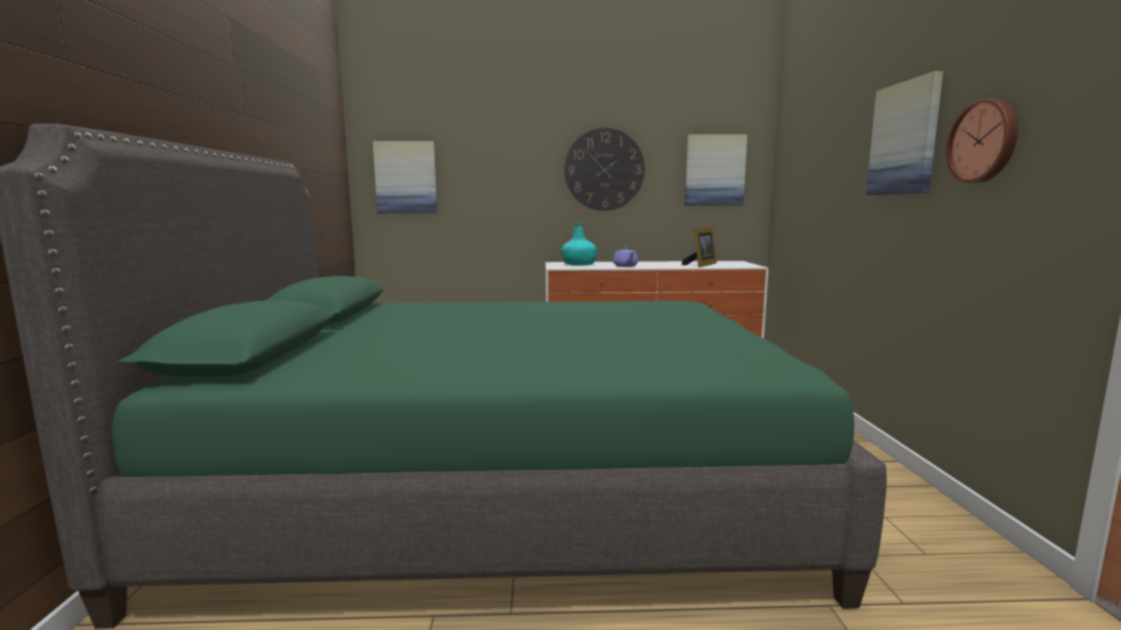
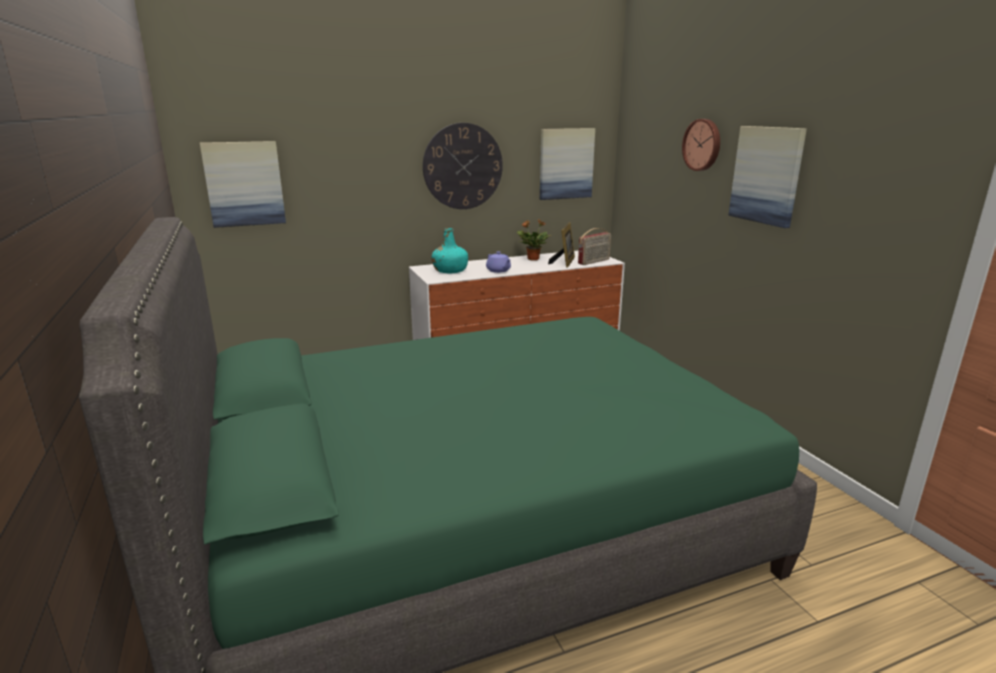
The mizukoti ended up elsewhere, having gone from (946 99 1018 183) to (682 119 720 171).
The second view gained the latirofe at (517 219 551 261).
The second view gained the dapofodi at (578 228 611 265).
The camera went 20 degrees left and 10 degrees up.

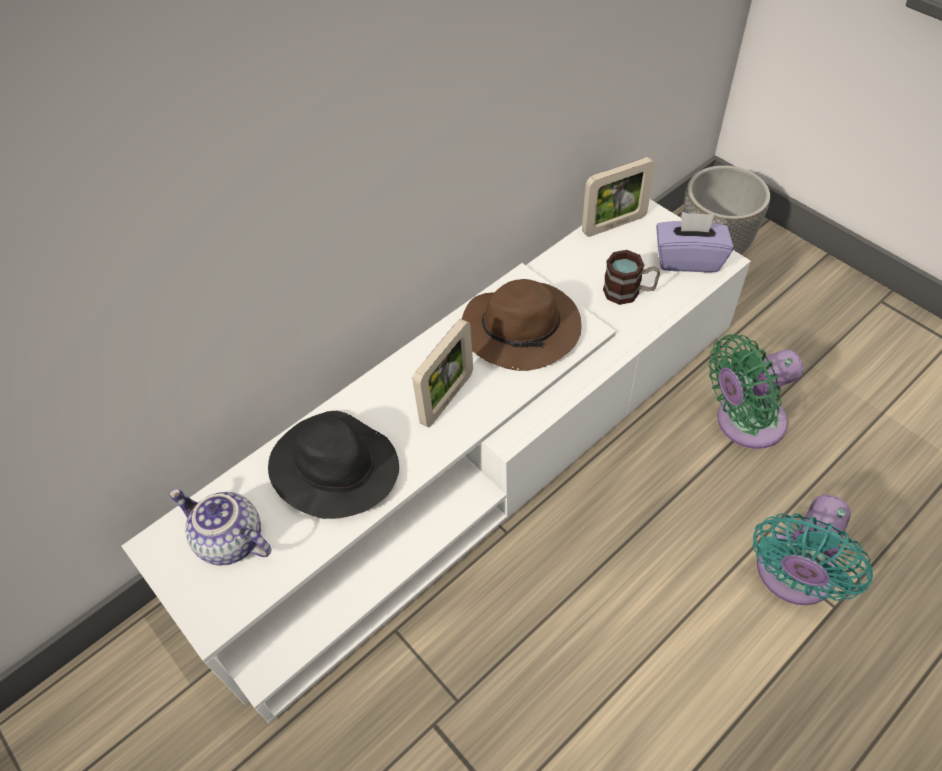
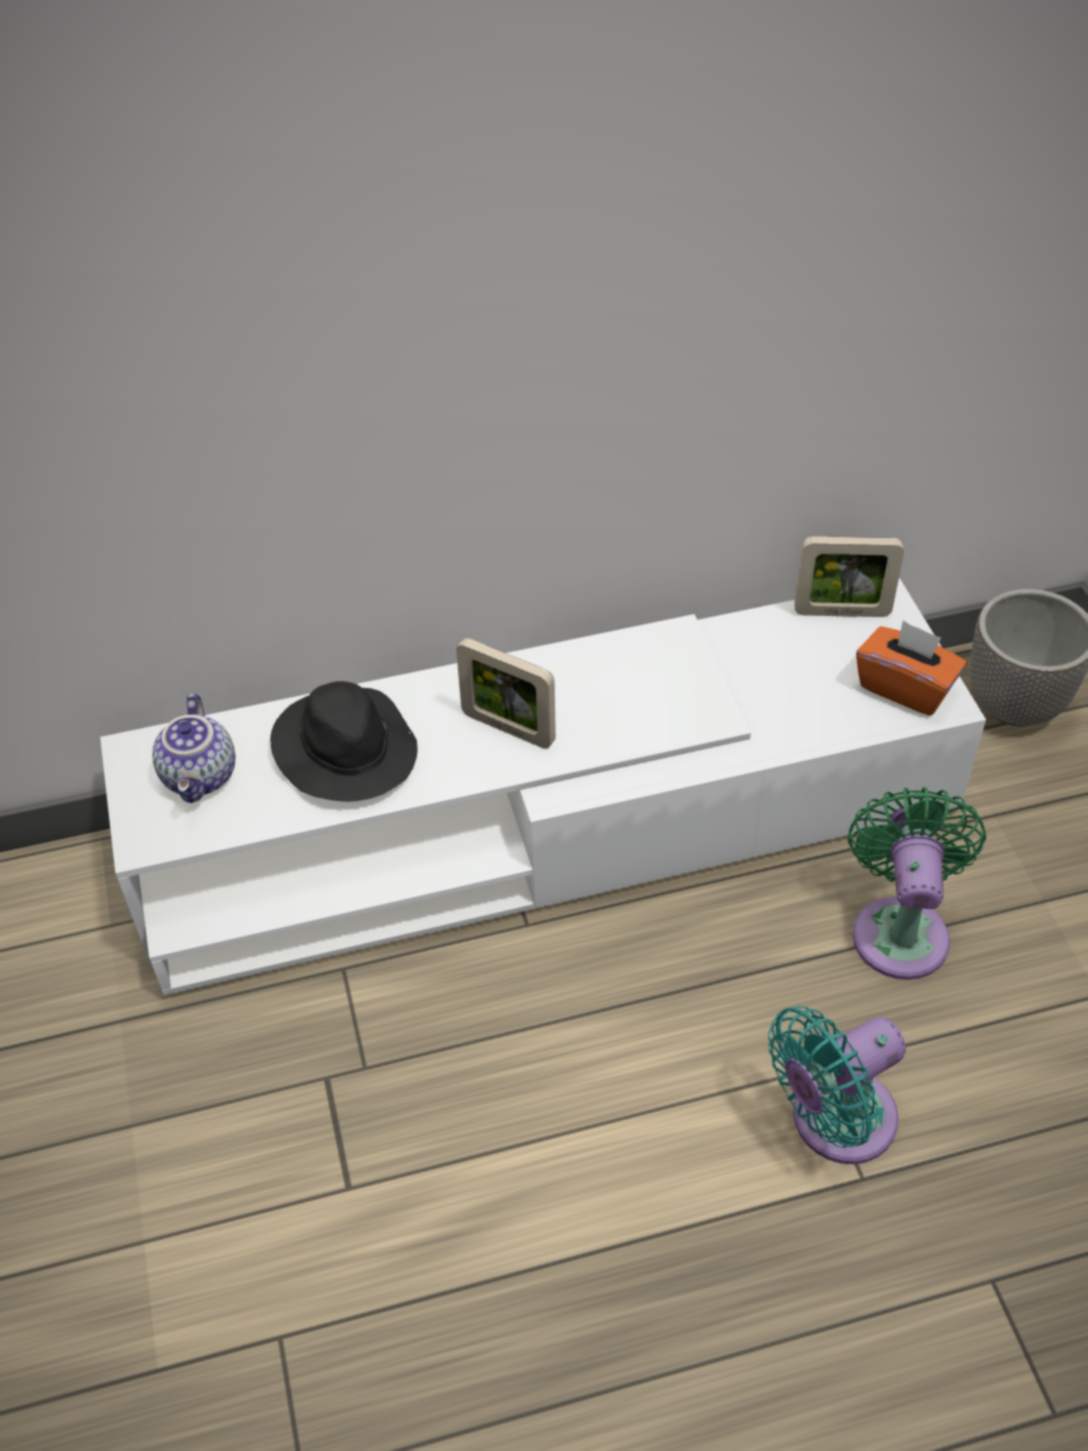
What was the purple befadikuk at (656 212 734 273) turned into the orange befadikuk at (856 620 967 716).
The second view lost the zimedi at (603 250 660 305).
The second view lost the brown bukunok at (462 279 581 371).
The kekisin at (412 319 473 427) ended up facing another way, 60 degrees clockwise from before.
The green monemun at (709 334 803 449) ended up facing another way, 90 degrees clockwise from before.
The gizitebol at (169 489 272 565) ended up facing another way, 150 degrees counterclockwise from before.
The camera went 25 degrees right and 5 degrees down.

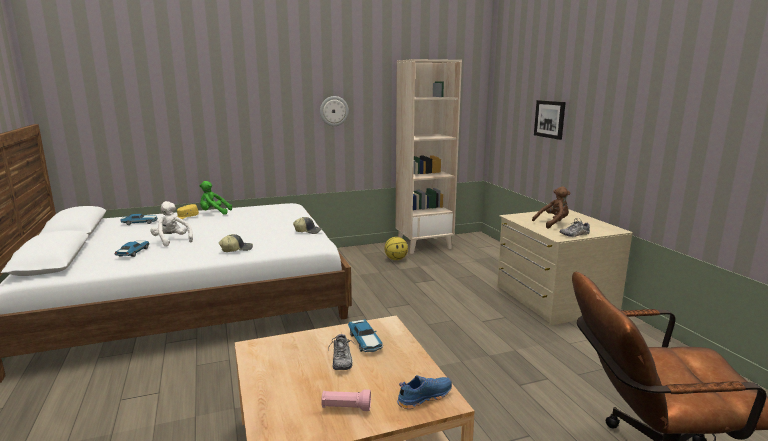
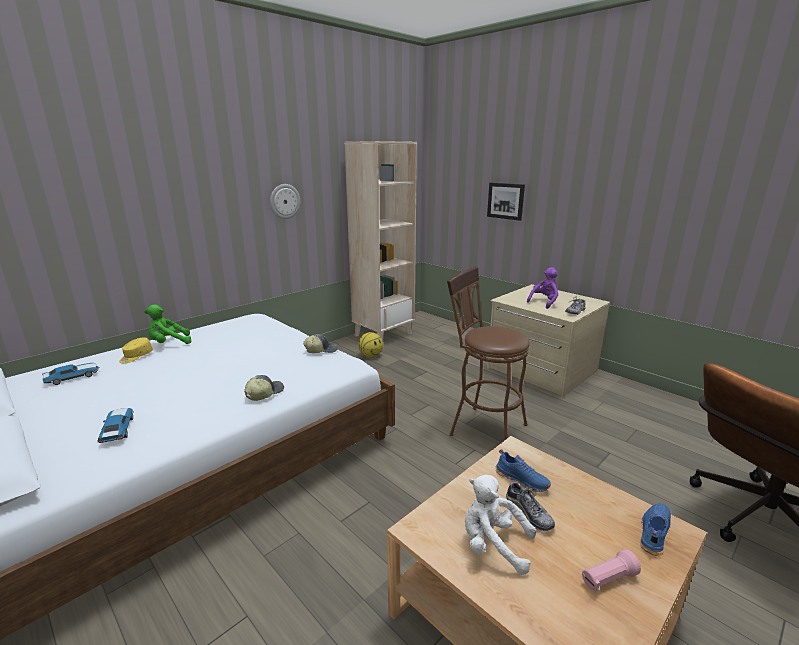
What was the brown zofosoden at (532 187 570 229) turned into the purple zofosoden at (527 267 558 309).
The white zofosoden ended up elsewhere, having gone from (150 201 193 247) to (465 475 536 575).
Where the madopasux stood at (348 319 383 352), the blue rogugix came to stand at (495 449 551 492).
The second view gained the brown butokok at (447 266 530 441).
The camera went 25 degrees left and 5 degrees up.

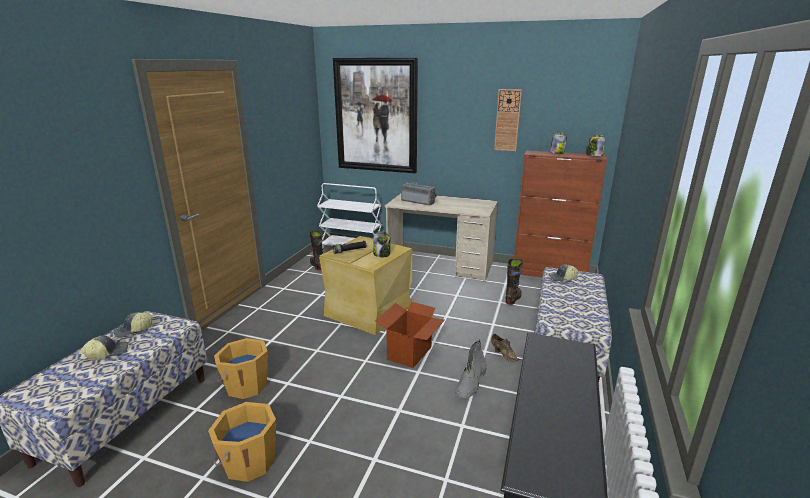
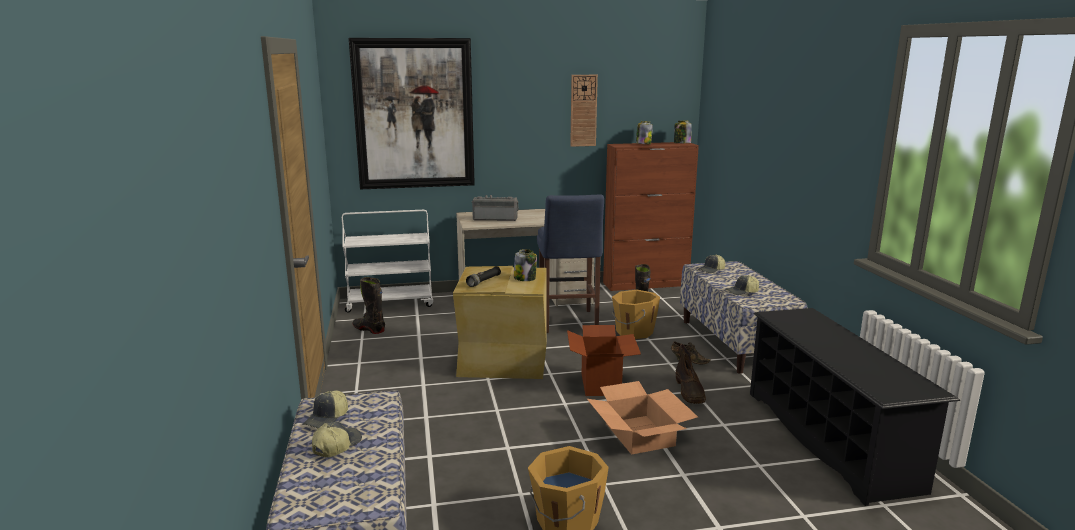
The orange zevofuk ended up elsewhere, having gone from (214 338 268 399) to (612 290 660 339).
What was the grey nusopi at (455 339 487 399) turned into the brown nusopi at (675 344 706 404).
The second view gained the blue butokok at (537 195 604 333).
The second view gained the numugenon at (726 275 759 295).
The second view gained the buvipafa at (587 381 698 455).
The camera went 30 degrees left and 5 degrees down.

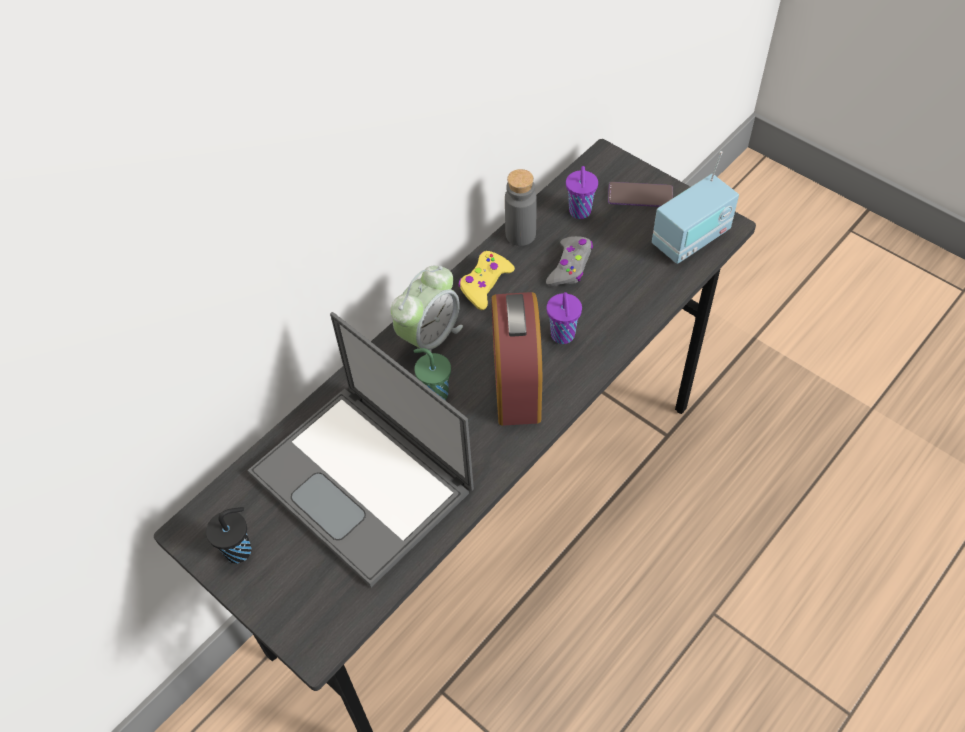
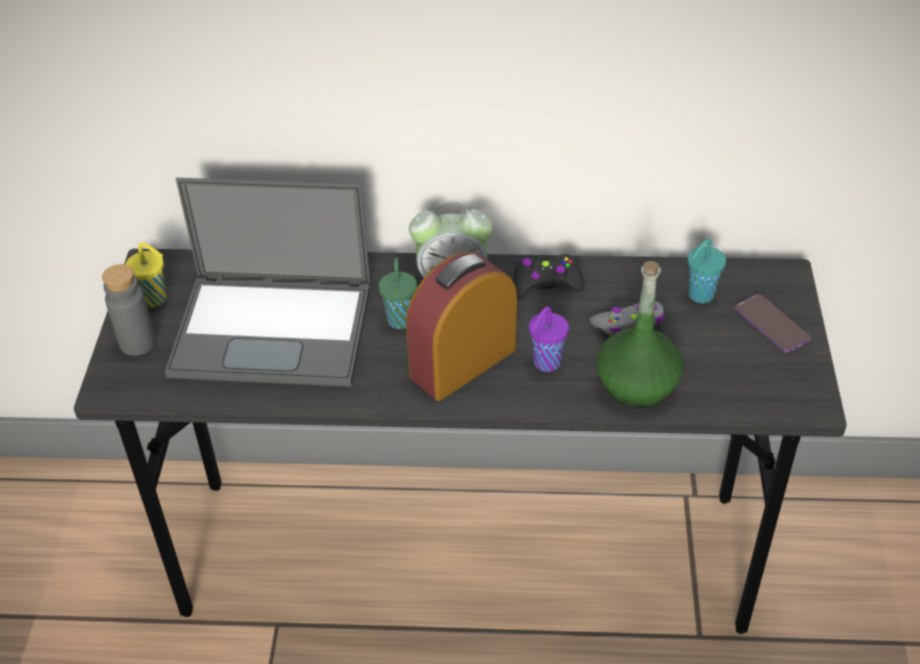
The second view lost the dapofodi at (652 151 739 264).
What was the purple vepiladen at (566 166 598 219) turned into the turquoise vepiladen at (688 239 726 303).
The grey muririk ended up elsewhere, having gone from (505 169 537 246) to (102 264 156 356).
What was the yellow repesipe at (458 251 515 310) turned into the black repesipe at (513 254 584 298).
The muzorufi at (248 312 474 587) ended up facing another way, 90 degrees counterclockwise from before.
What was the black vepiladen at (206 507 251 563) turned into the yellow vepiladen at (125 243 166 307).
The second view gained the green muririk at (596 261 684 408).
The camera went 50 degrees right and 10 degrees down.

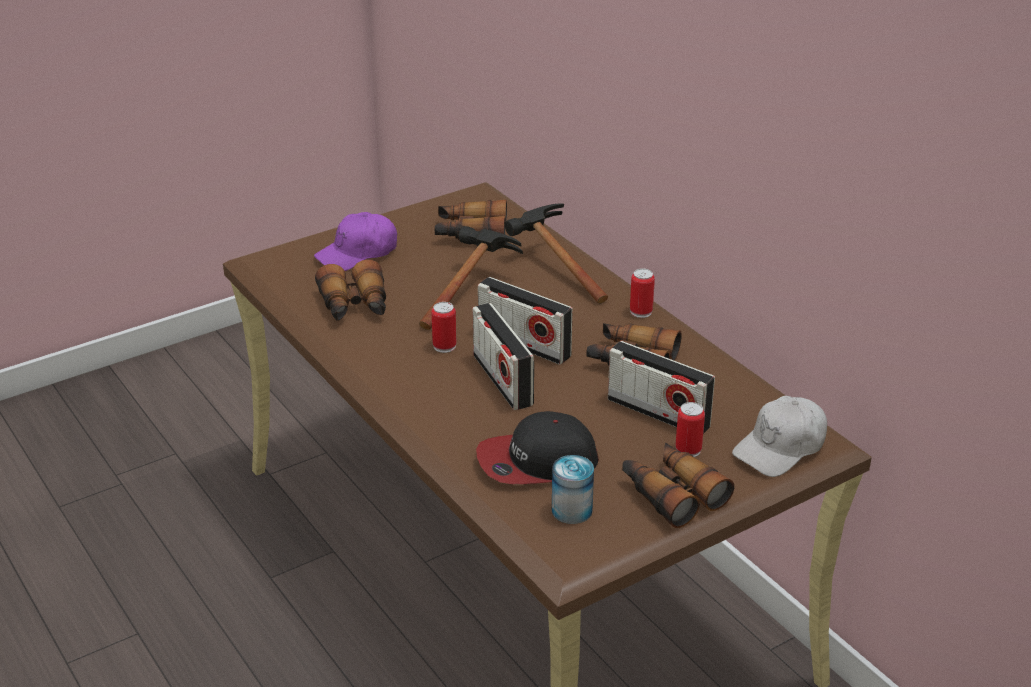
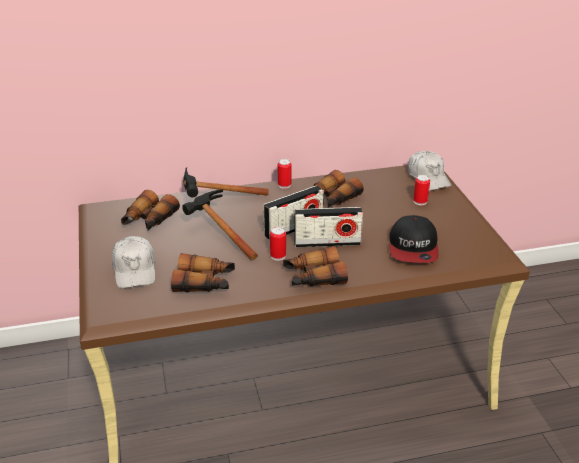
What was the purple numugenon at (314 212 397 271) turned into the white numugenon at (112 236 155 288).
The second view lost the dapofodi at (608 341 715 434).
The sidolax ended up elsewhere, having gone from (622 442 734 528) to (283 246 348 286).
The second view lost the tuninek at (552 455 594 524).
The camera went 70 degrees left and 0 degrees up.

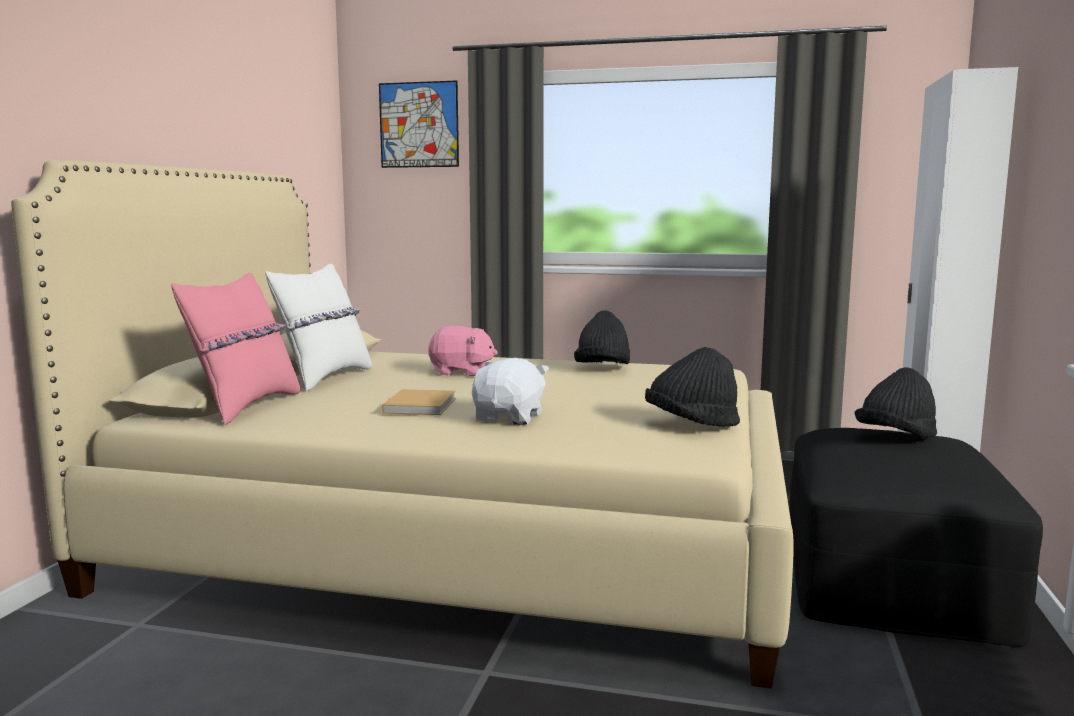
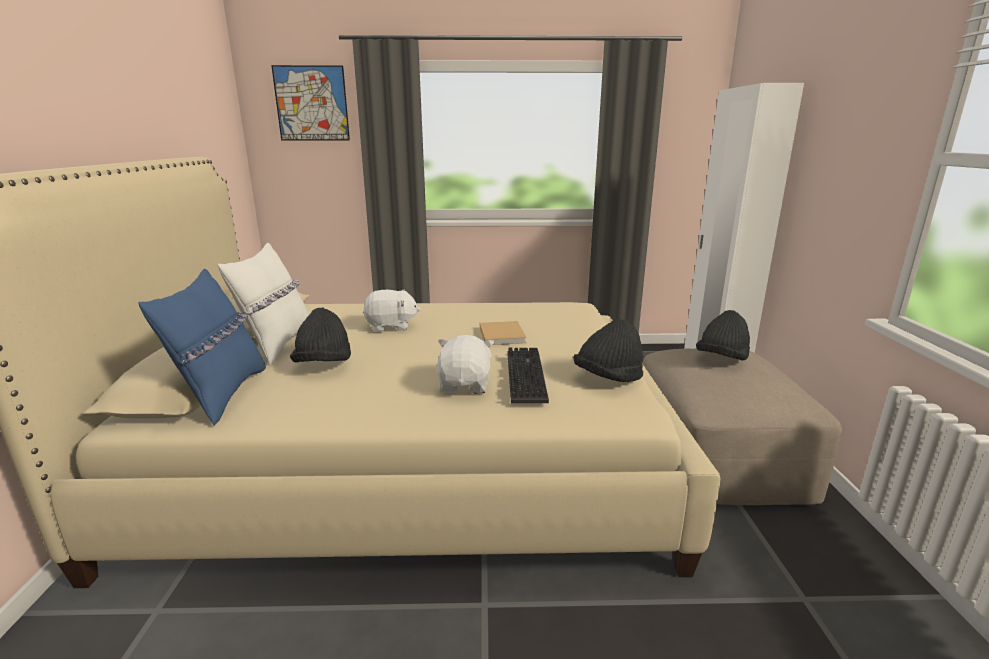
What was the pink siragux at (171 273 300 425) turned into the blue siragux at (139 269 266 426).
The black bukunok ended up elsewhere, having gone from (574 310 630 364) to (290 308 351 363).
What was the pink zofosoden at (428 326 498 376) turned into the white zofosoden at (363 290 420 332).
The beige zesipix ended up elsewhere, having gone from (382 389 456 415) to (480 321 527 345).
What was the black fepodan at (790 428 1043 647) turned into the beige fepodan at (643 348 842 505).
The second view gained the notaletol at (507 347 549 403).
The camera went 15 degrees left and 10 degrees up.

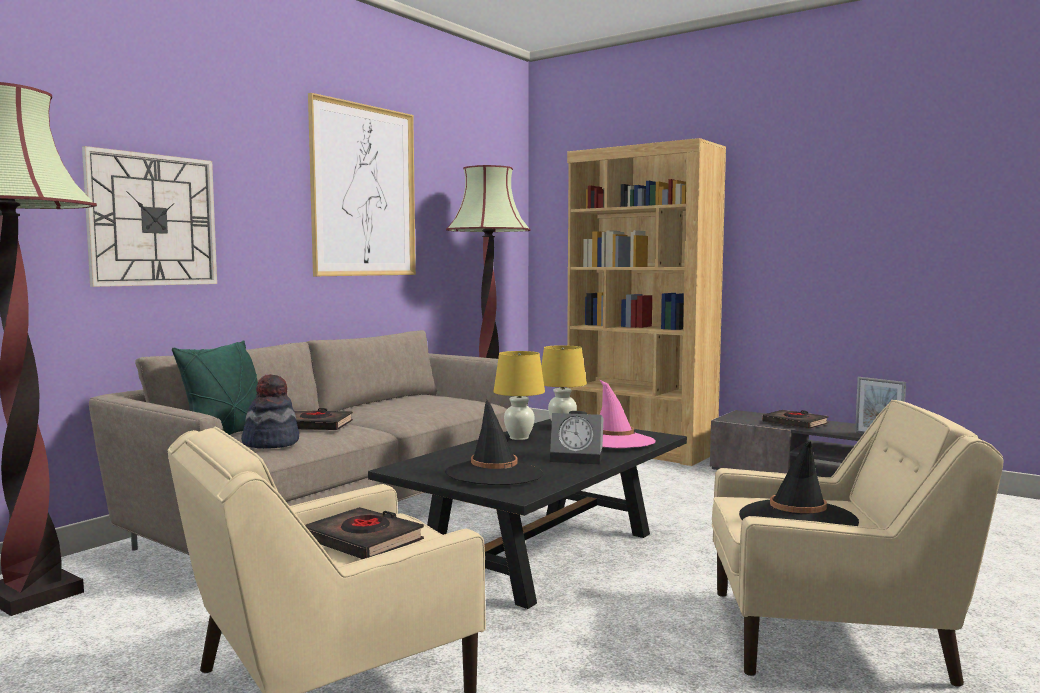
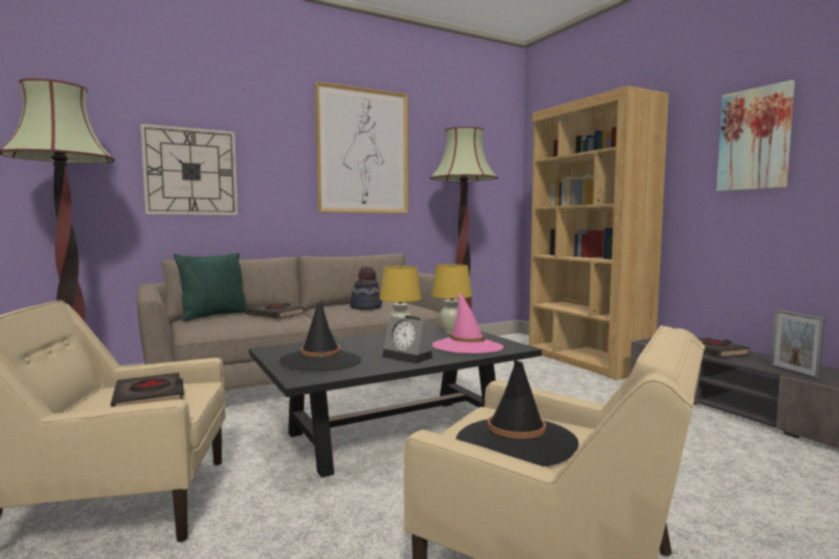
The bukunok ended up elsewhere, having gone from (241 374 299 449) to (350 267 382 310).
The second view gained the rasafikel at (716 80 795 191).
The camera went 25 degrees right and 0 degrees up.

